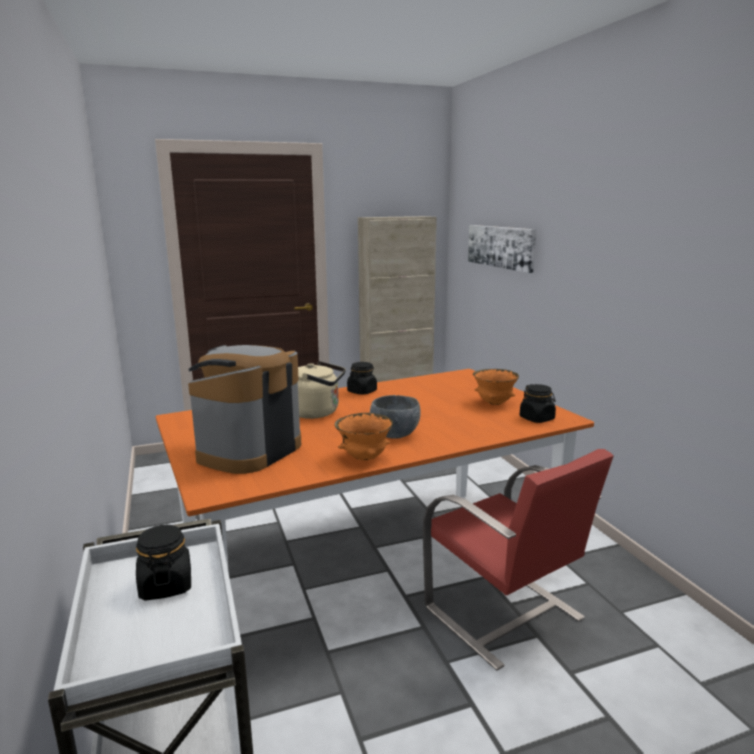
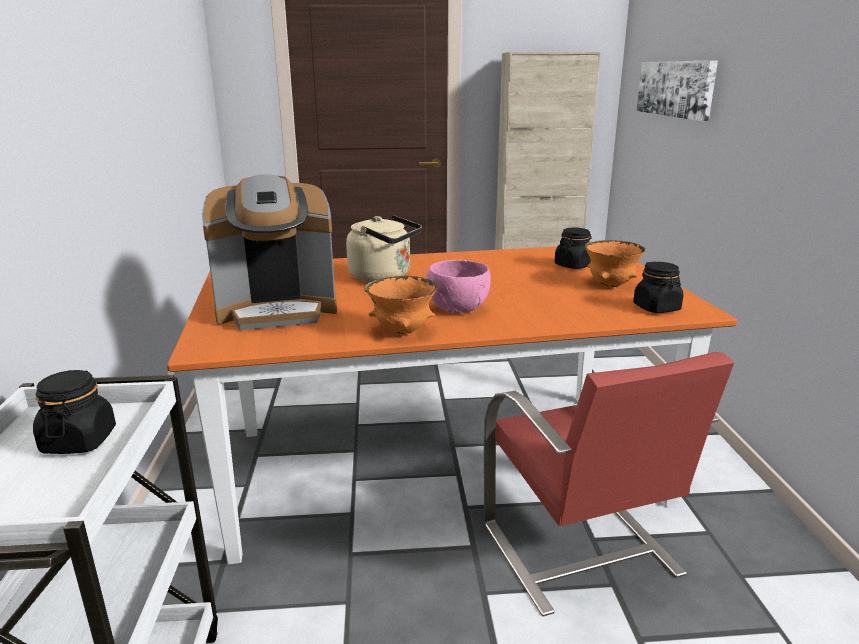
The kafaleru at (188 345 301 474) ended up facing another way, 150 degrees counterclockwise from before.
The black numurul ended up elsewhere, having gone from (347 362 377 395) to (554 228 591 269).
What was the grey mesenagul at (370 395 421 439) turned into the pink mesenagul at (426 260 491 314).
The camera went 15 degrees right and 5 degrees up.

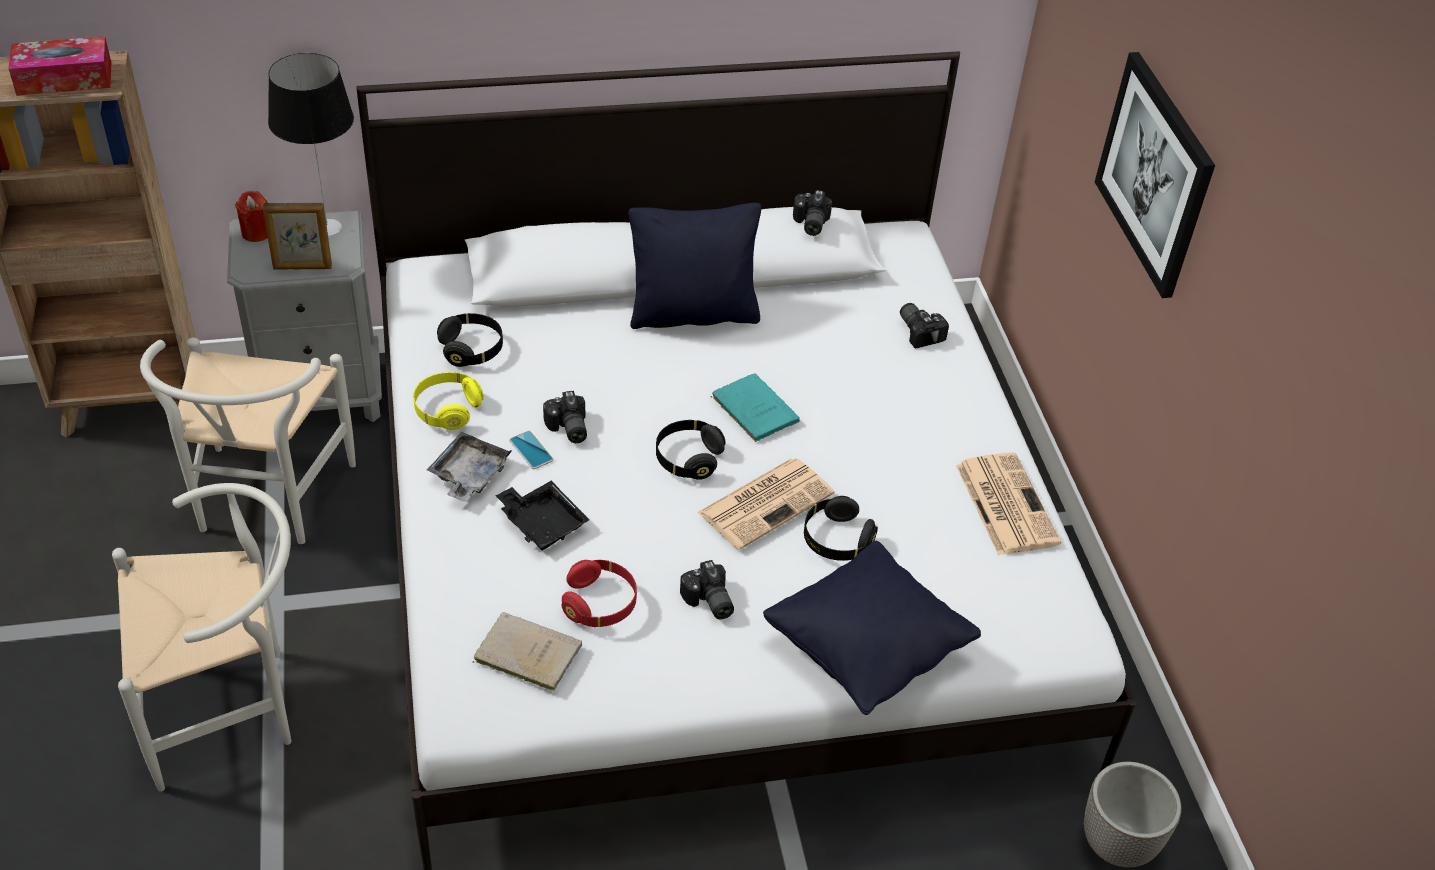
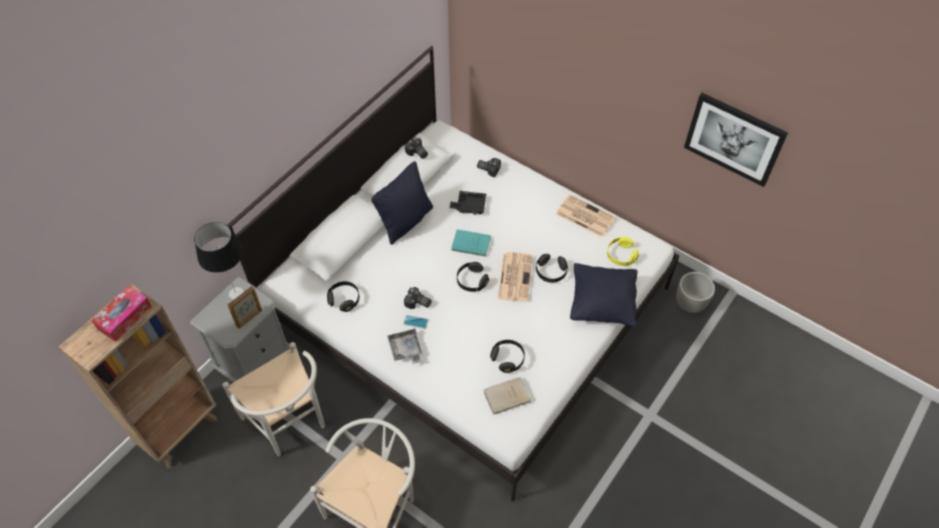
The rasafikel ended up elsewhere, having gone from (1095 52 1215 298) to (684 93 788 187).
The second view lost the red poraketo at (235 191 268 242).
The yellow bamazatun ended up elsewhere, having gone from (413 372 484 430) to (607 237 639 266).
The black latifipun ended up elsewhere, having gone from (496 481 589 550) to (450 191 486 215).
What was the red bamazatun at (562 560 637 627) turned into the black bamazatun at (490 340 525 373).
The second view lost the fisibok at (680 560 734 619).
The camera went 40 degrees left and 10 degrees up.

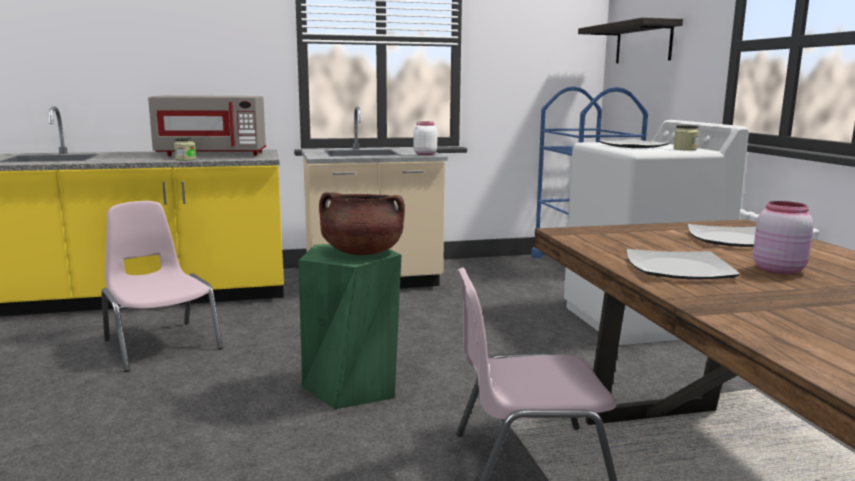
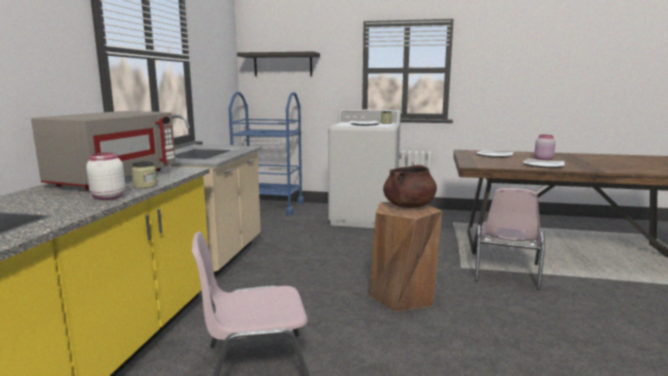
The white numurul ended up elsewhere, having gone from (413 122 437 155) to (86 152 126 200).
What was the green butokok at (299 244 401 409) turned into the brown butokok at (369 202 442 312).
The camera went 65 degrees left and 0 degrees up.

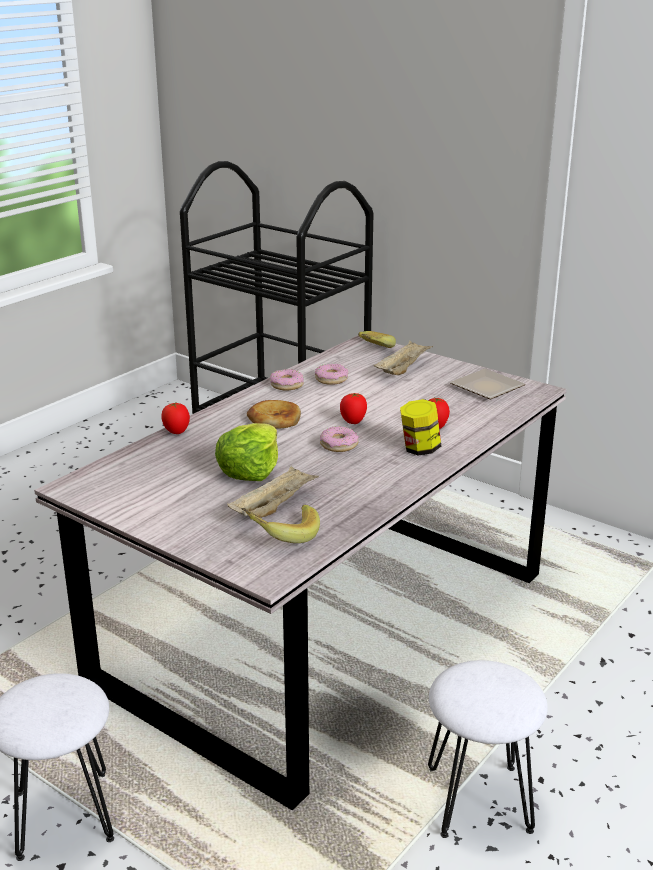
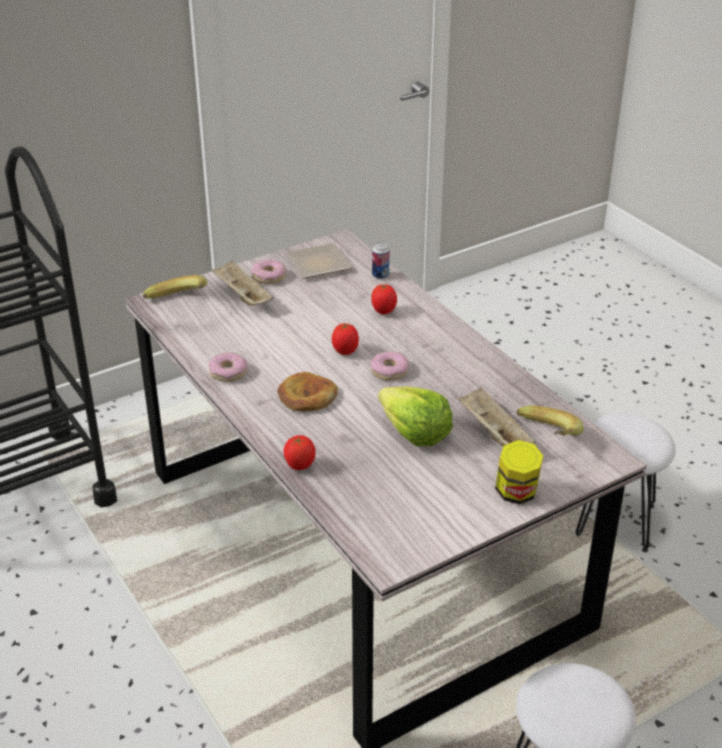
The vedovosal ended up elsewhere, having gone from (315 363 348 385) to (251 259 286 284).
The numurul ended up elsewhere, having gone from (400 399 441 456) to (495 440 543 504).
The second view gained the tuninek at (372 242 390 279).
The camera went 70 degrees left and 10 degrees up.

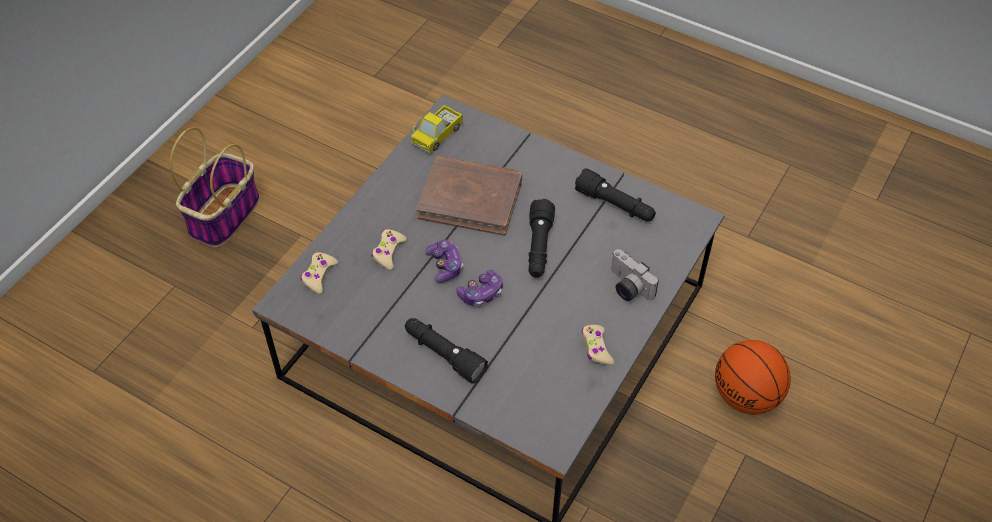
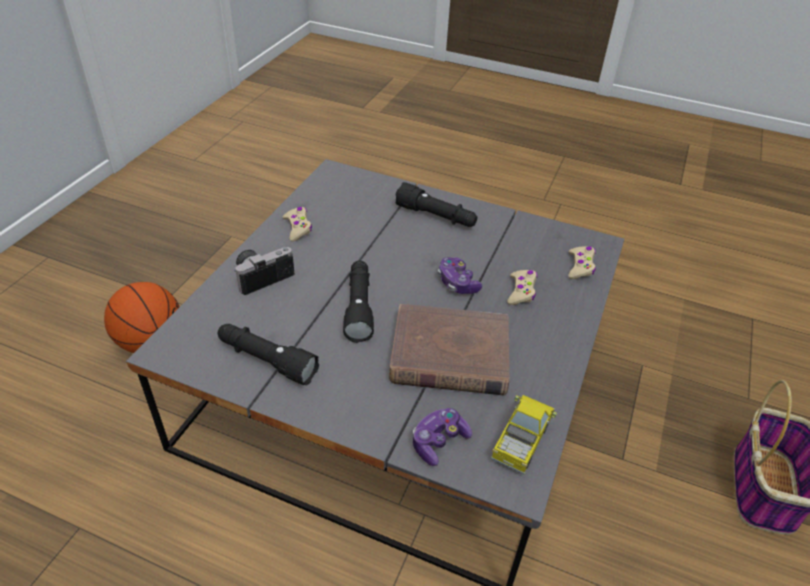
The fisibok at (611 249 659 301) ended up facing another way, 75 degrees counterclockwise from before.
The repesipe ended up elsewhere, having gone from (456 270 503 306) to (413 408 472 466).
The camera went 170 degrees right and 10 degrees down.

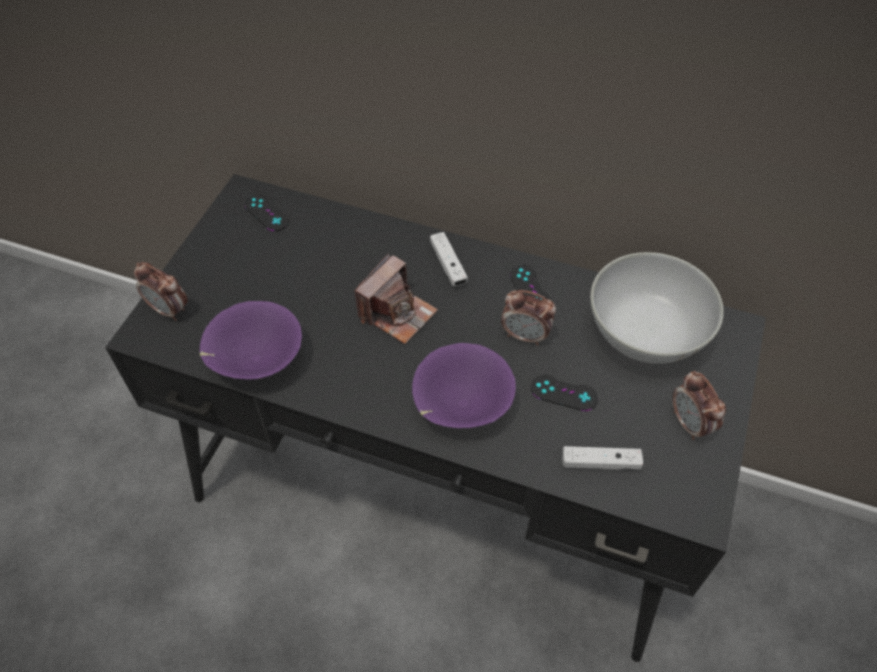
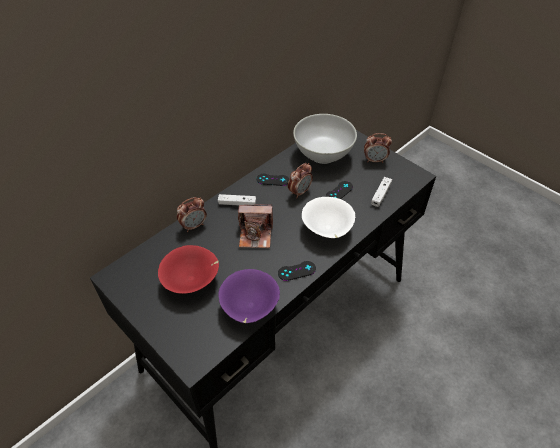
The black repesipe ended up elsewhere, having gone from (245 194 289 231) to (278 261 316 281).
The fisibok at (355 254 438 344) ended up facing another way, 120 degrees clockwise from before.
The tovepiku ended up elsewhere, having gone from (134 262 188 321) to (177 197 207 232).
What was the purple mesenagul at (412 343 516 428) turned into the white mesenagul at (302 197 355 238).
The second view gained the red mesenagul at (158 245 219 294).
The camera went 65 degrees left and 5 degrees down.

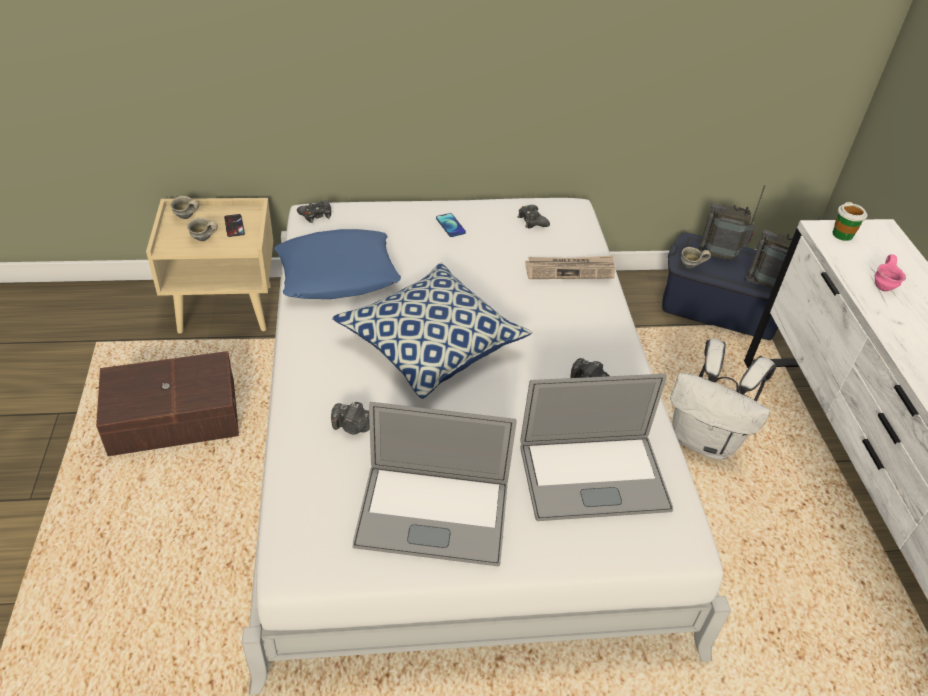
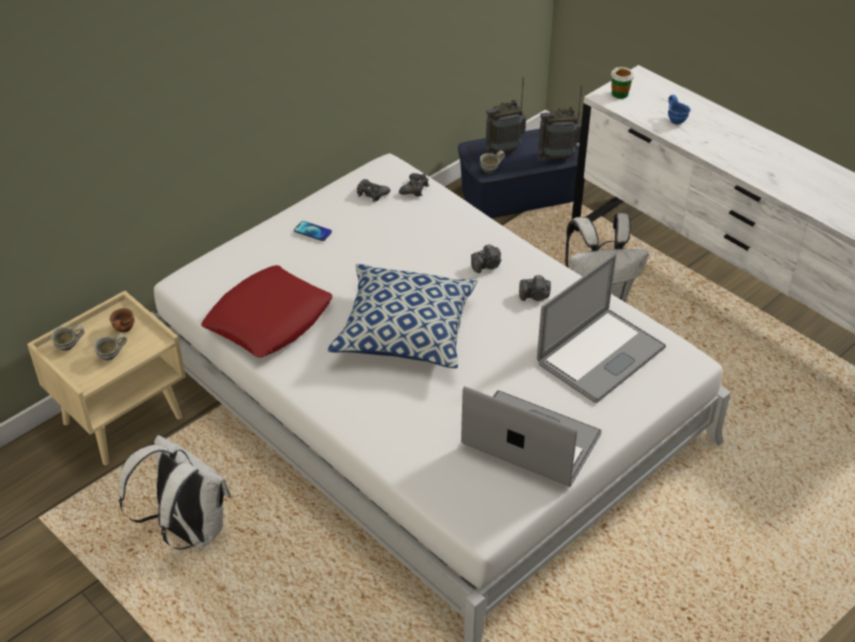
The black repesipe ended up elsewhere, having gone from (297 201 331 223) to (399 173 429 197).
Where the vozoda stood at (224 214 245 237), the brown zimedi came to stand at (109 308 135 333).
What was the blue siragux at (274 229 401 299) turned into the red siragux at (201 265 333 358).
What was the pink zimedi at (875 254 906 292) turned into the blue zimedi at (668 95 691 124).
The second view lost the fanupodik at (525 256 615 279).
Where the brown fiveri stood at (96 351 239 456), the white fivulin came to stand at (119 435 231 550).
The fisibok ended up elsewhere, having gone from (331 402 370 435) to (471 245 501 273).
The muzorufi at (353 402 516 567) ended up facing another way, 120 degrees counterclockwise from before.
The camera went 35 degrees left and 0 degrees up.

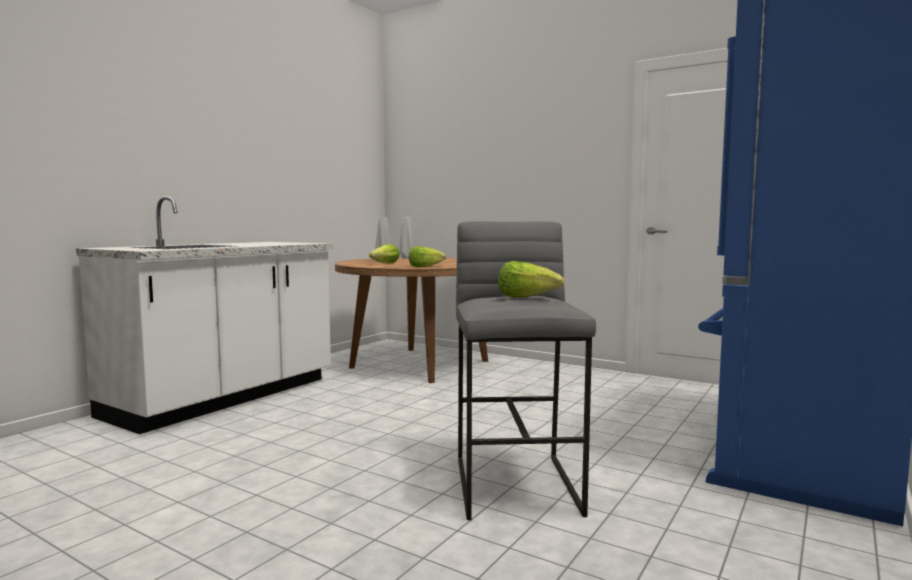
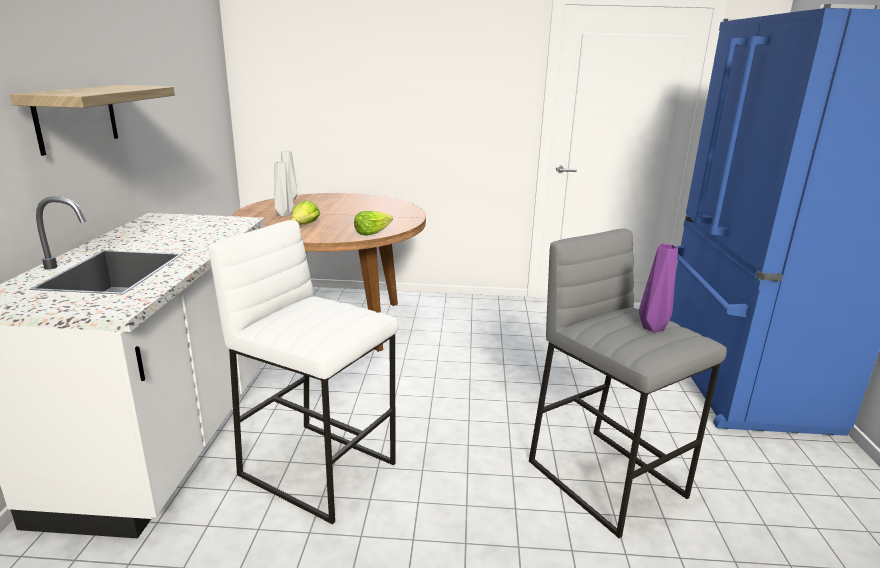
Where the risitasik stood at (498 261 564 298), the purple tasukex came to stand at (639 244 678 332).
The second view gained the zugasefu at (10 85 175 156).
The second view gained the white butokok at (209 220 399 524).
The camera went 30 degrees left and 15 degrees up.

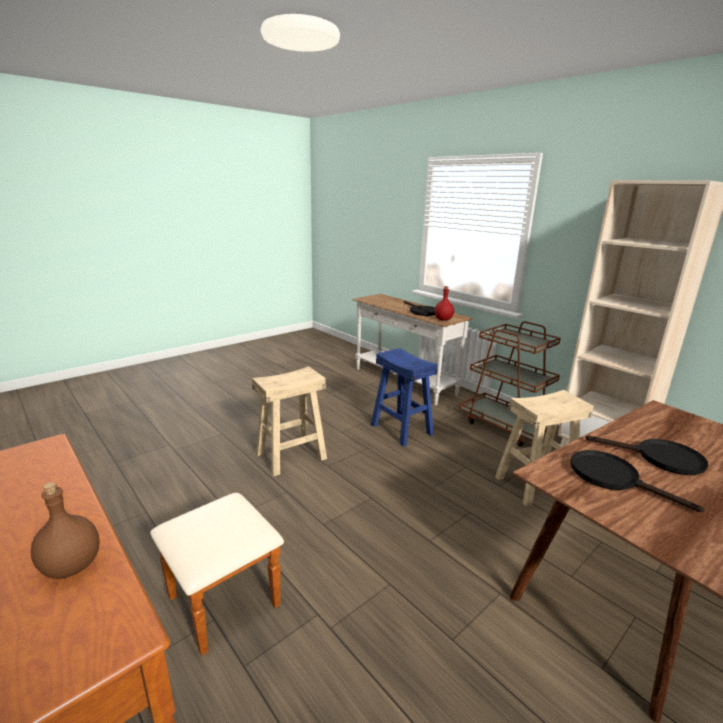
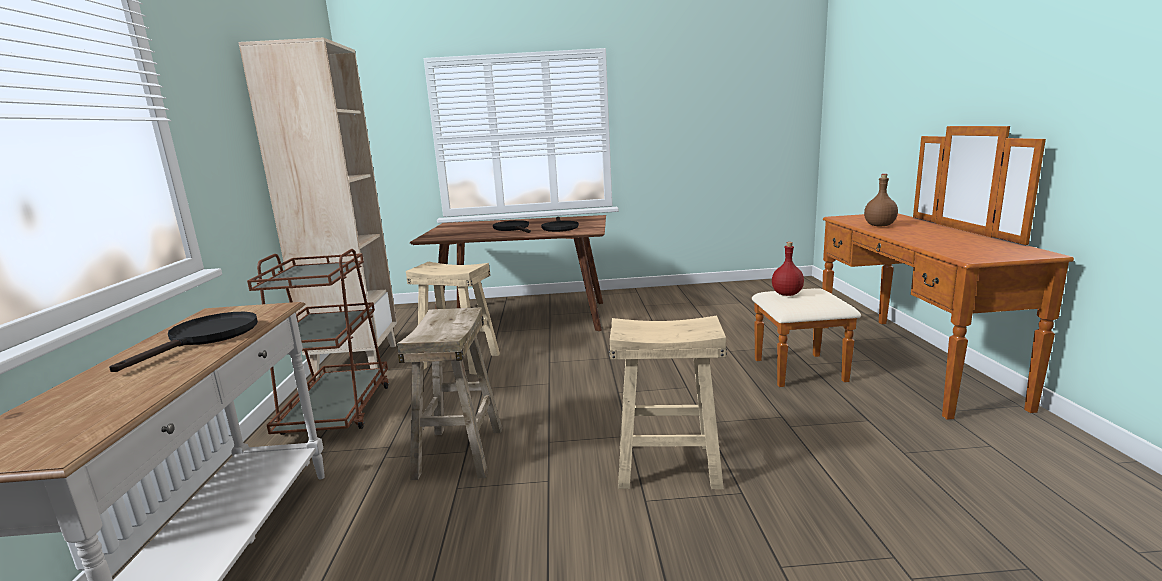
The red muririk ended up elsewhere, having gone from (434 286 454 321) to (772 242 804 296).
What was the blue butokok at (371 348 438 447) turned into the beige butokok at (397 307 502 480).
The camera went 140 degrees left and 5 degrees down.

